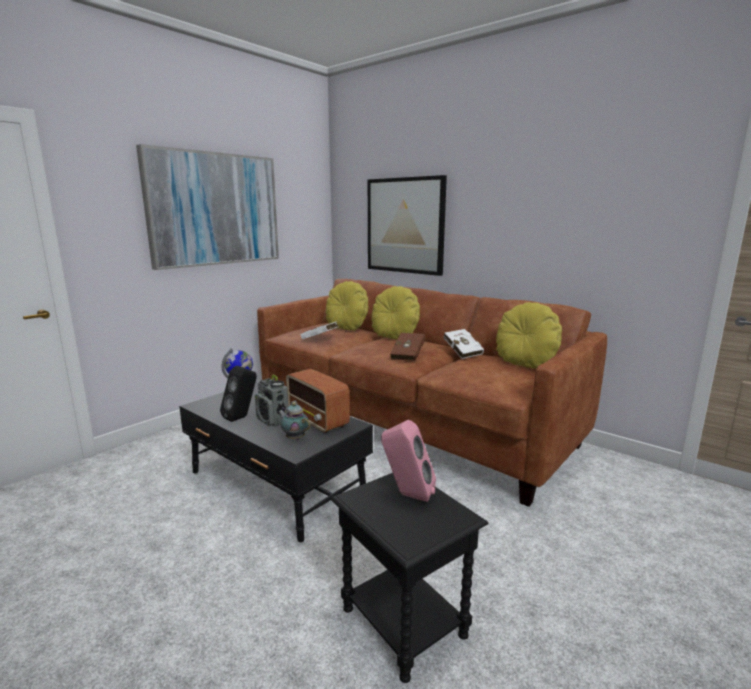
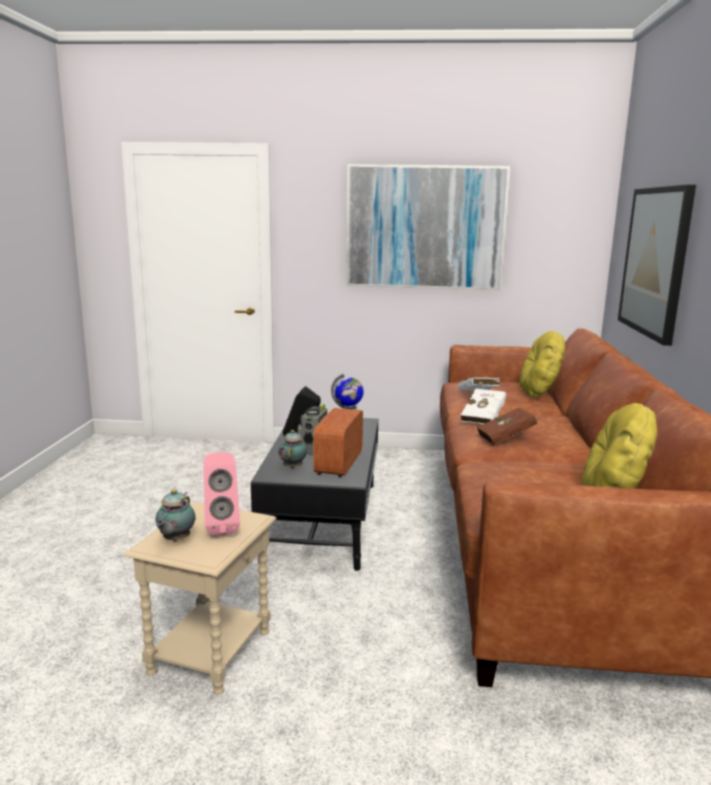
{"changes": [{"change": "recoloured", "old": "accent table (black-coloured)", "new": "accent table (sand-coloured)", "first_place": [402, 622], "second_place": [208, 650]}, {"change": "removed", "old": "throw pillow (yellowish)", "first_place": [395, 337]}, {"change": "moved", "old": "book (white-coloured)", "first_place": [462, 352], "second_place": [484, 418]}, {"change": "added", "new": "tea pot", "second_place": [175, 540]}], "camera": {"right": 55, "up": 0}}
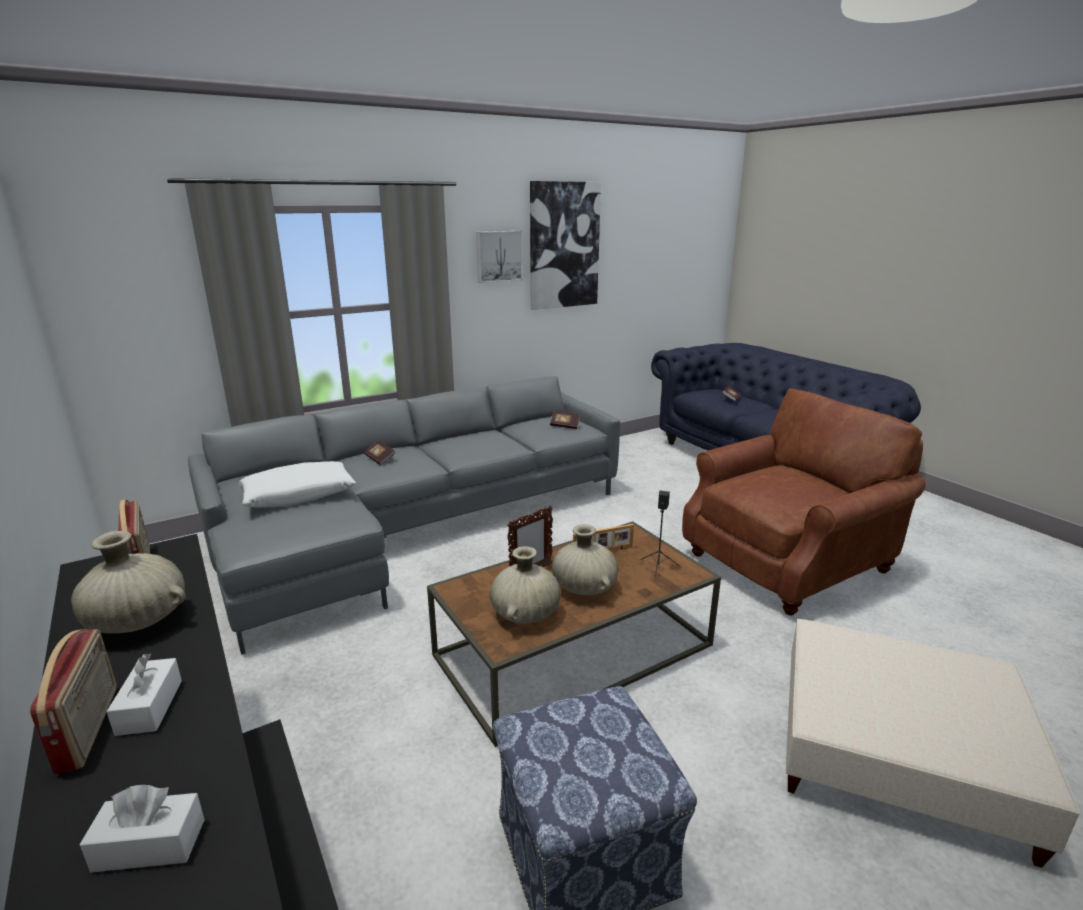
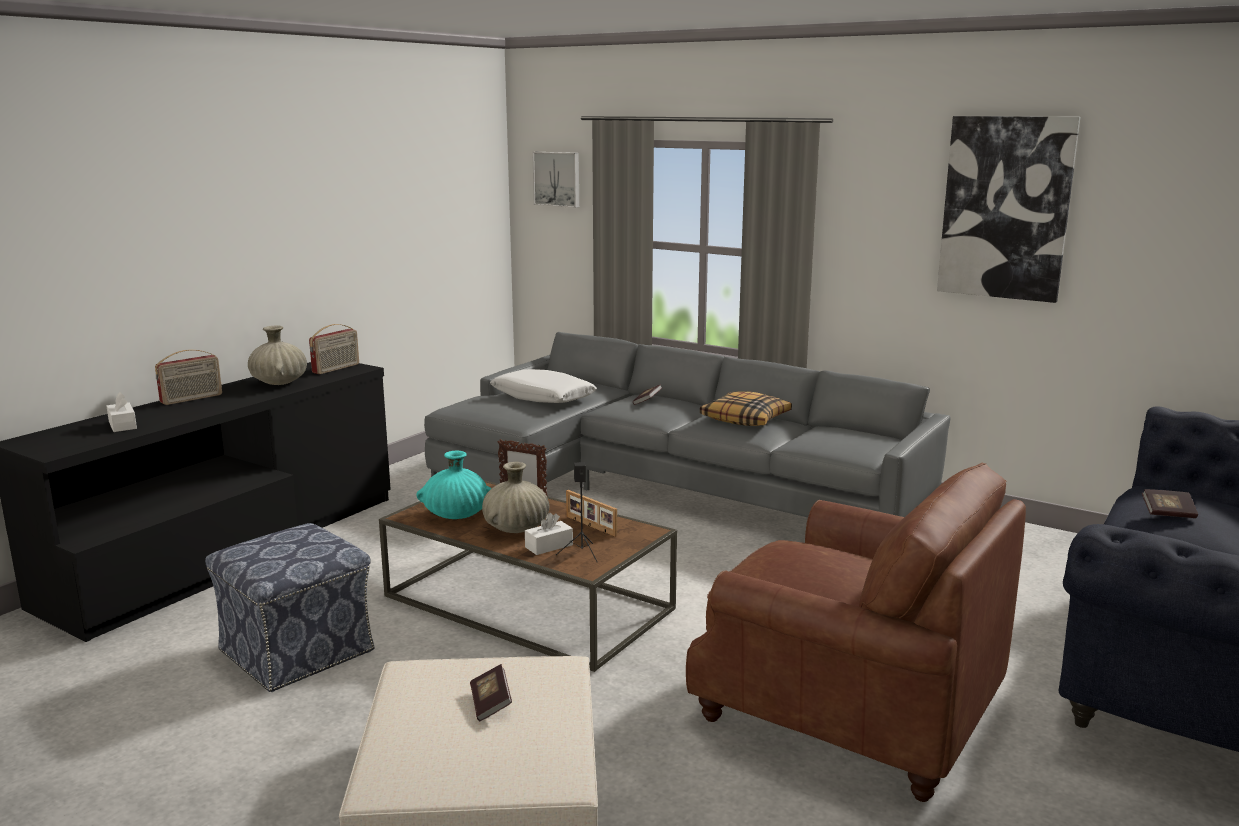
{"changes": [{"change": "moved", "old": "tissue box (white-coloured)", "first_place": [150, 707], "second_place": [549, 546]}, {"change": "moved", "old": "wall picture", "first_place": [498, 256], "second_place": [557, 179]}, {"change": "recoloured", "old": "decorative vase (sand-coloured)", "new": "decorative vase (blue-green)", "first_place": [525, 614], "second_place": [456, 515]}, {"change": "moved", "old": "book", "first_place": [564, 426], "second_place": [490, 703]}, {"change": "added", "new": "throw pillow", "second_place": [746, 419]}], "camera": {"right": 65, "up": -5}}
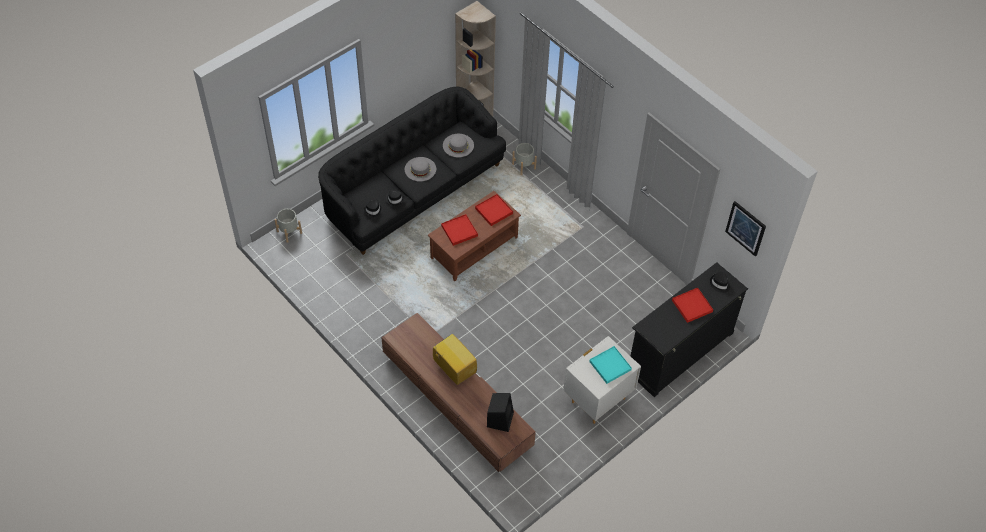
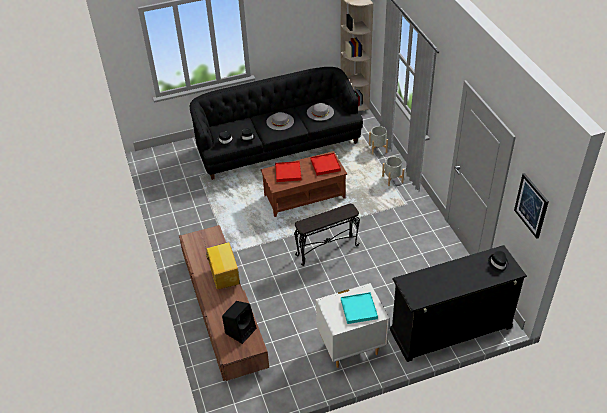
{"changes": [{"change": "moved", "old": "plant pot (greyish)", "first_place": [289, 232], "second_place": [392, 179]}, {"change": "removed", "old": "serving tray (red-coloured)", "first_place": [692, 306]}, {"change": "added", "new": "accent table (black-coloured)", "second_place": [327, 251]}], "camera": {"right": 25, "up": -10}}
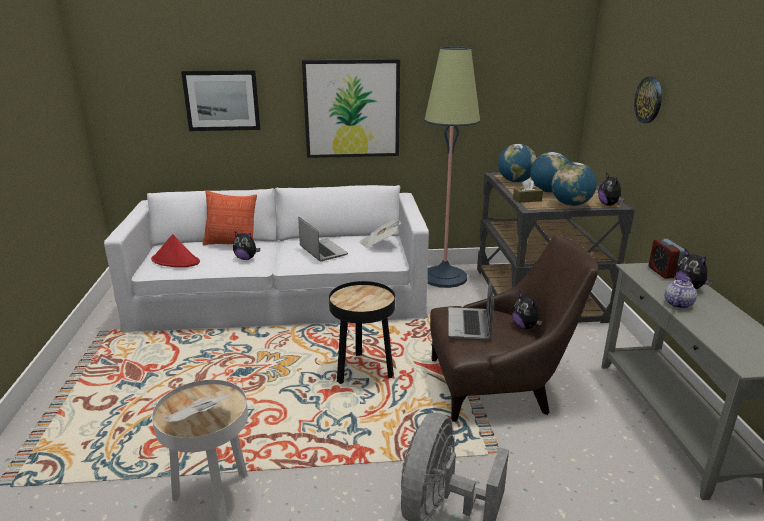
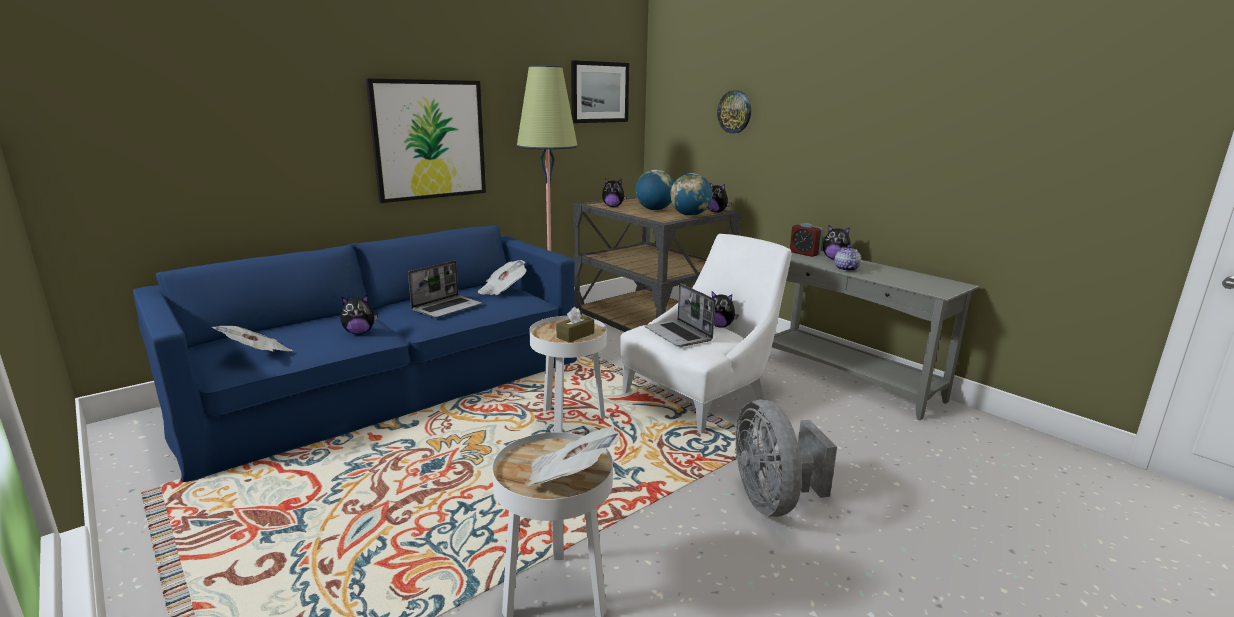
{"changes": [{"change": "recoloured", "old": "couch (white-coloured)", "new": "couch (blue)", "first_place": [281, 298], "second_place": [387, 384]}, {"change": "replaced", "old": "hat (red-coloured)", "new": "printed paper", "first_place": [176, 261], "second_place": [257, 355]}, {"change": "moved", "old": "wall picture", "first_place": [222, 100], "second_place": [599, 92]}, {"change": "removed", "old": "throw pillow (orange)", "first_place": [232, 244]}, {"change": "turned", "old": "notebook computer", "first_place": [322, 251], "second_place": [447, 307], "degrees": 105}, {"change": "recoloured", "old": "accent table (black-coloured)", "new": "accent table (white-coloured)", "first_place": [363, 371], "second_place": [569, 422]}, {"change": "recoloured", "old": "lounge chair (brown)", "new": "lounge chair (white-coloured)", "first_place": [499, 385], "second_place": [703, 393]}, {"change": "replaced", "old": "globe", "new": "soft toy", "first_place": [515, 181], "second_place": [613, 206]}, {"change": "moved", "old": "tissue box (brown)", "first_place": [527, 200], "second_place": [575, 335]}], "camera": {"right": -35, "up": -5}}
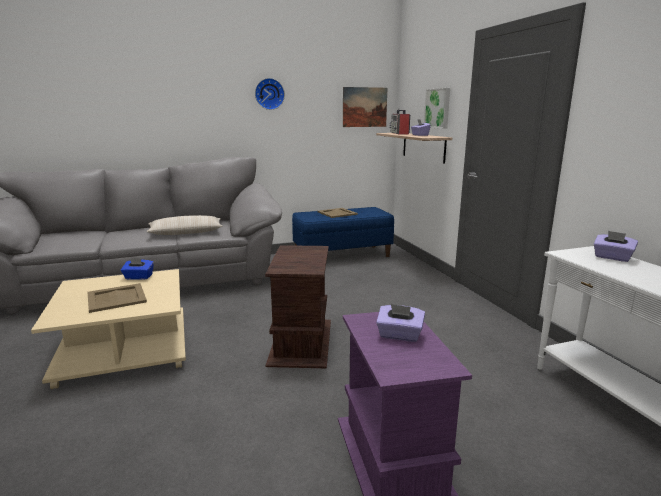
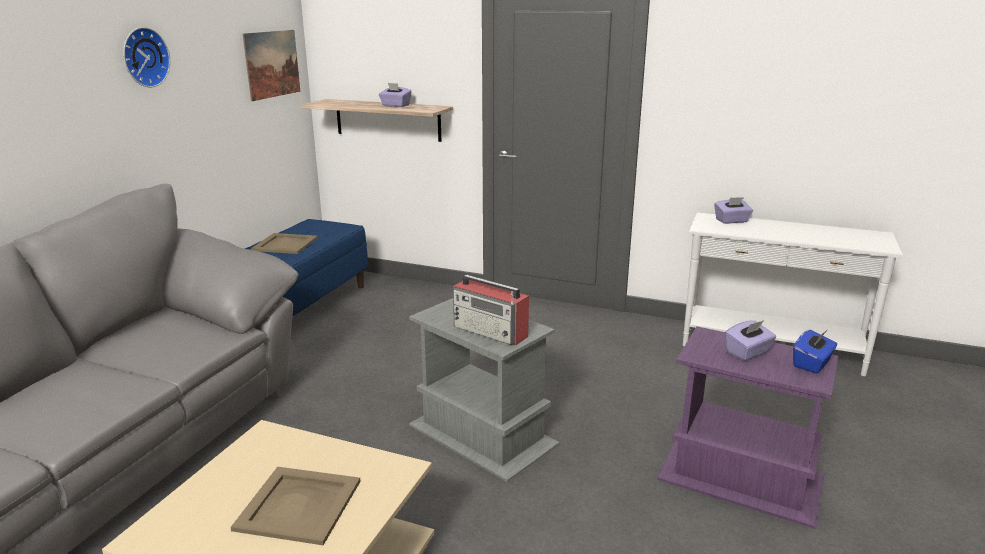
{"changes": [{"change": "moved", "old": "tissue box (blue)", "first_place": [138, 277], "second_place": [812, 364]}, {"change": "removed", "old": "throw pillow (sand-coloured)", "first_place": [186, 233]}, {"change": "recoloured", "old": "accent table (brown)", "new": "accent table (greyish)", "first_place": [301, 342], "second_place": [483, 435]}, {"change": "moved", "old": "radio receiver", "first_place": [399, 133], "second_place": [491, 332]}, {"change": "removed", "old": "wall picture", "first_place": [438, 108]}], "camera": {"right": -50, "up": 5}}
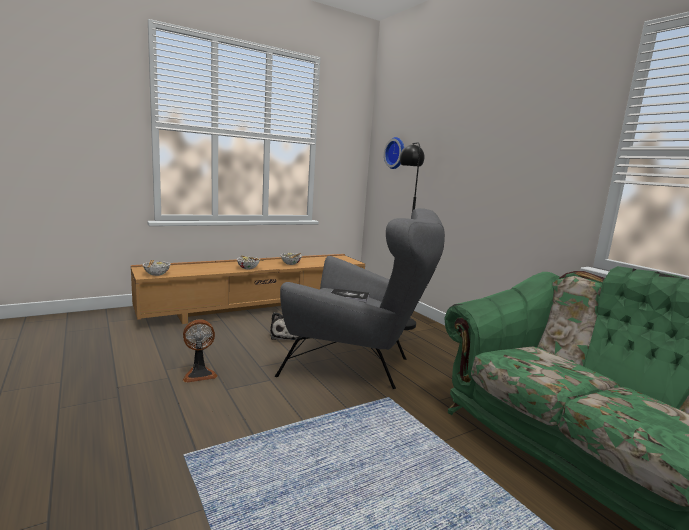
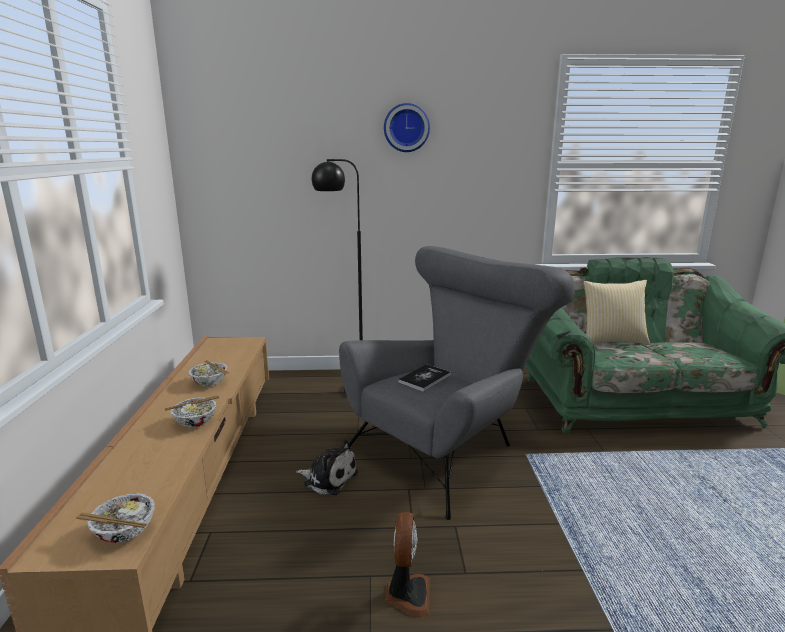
{"changes": [{"change": "moved", "old": "clock on the wall", "first_place": [396, 153], "second_place": [406, 128]}, {"change": "added", "new": "throw pillow", "second_place": [611, 341]}], "camera": {"right": -60, "up": 5}}
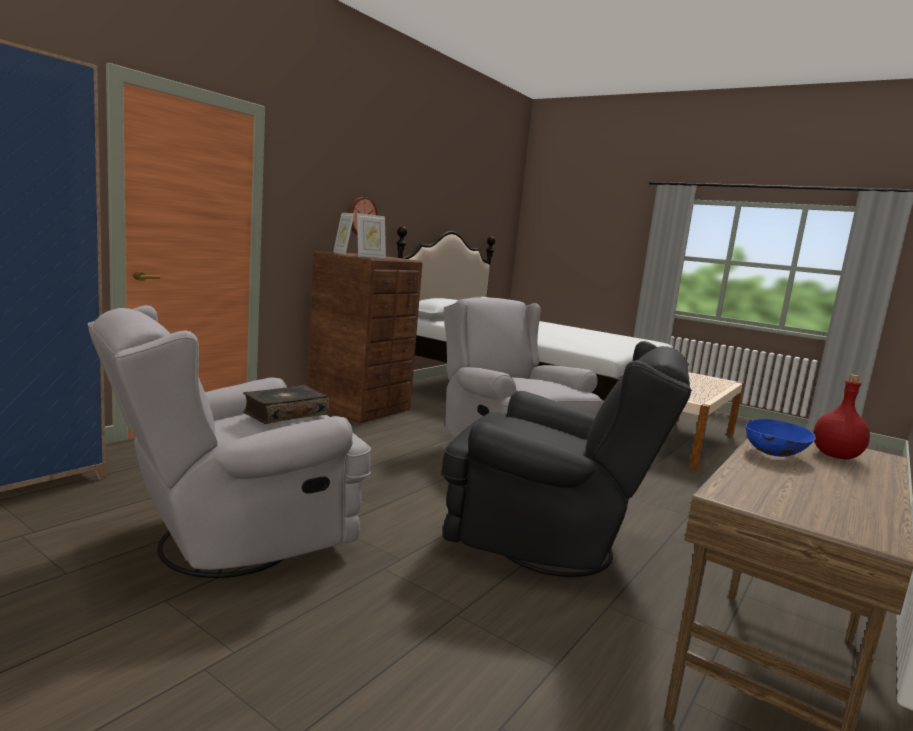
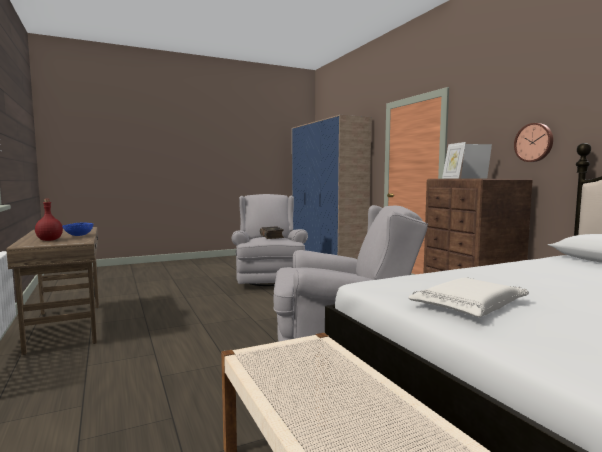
{"changes": [{"change": "removed", "old": "lounge chair (black-coloured)", "first_place": [548, 544]}, {"change": "added", "new": "throw pillow (white-coloured)", "second_place": [470, 304]}], "camera": {"right": 120, "up": -5}}
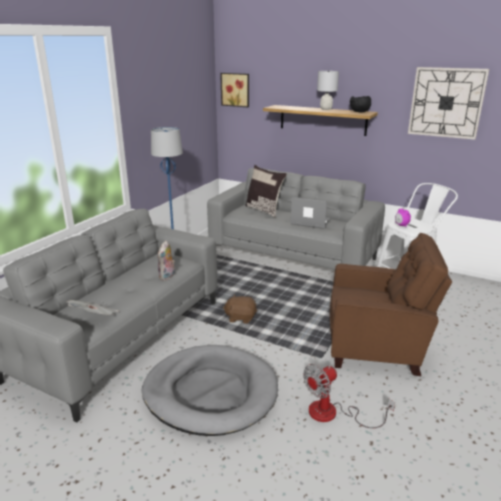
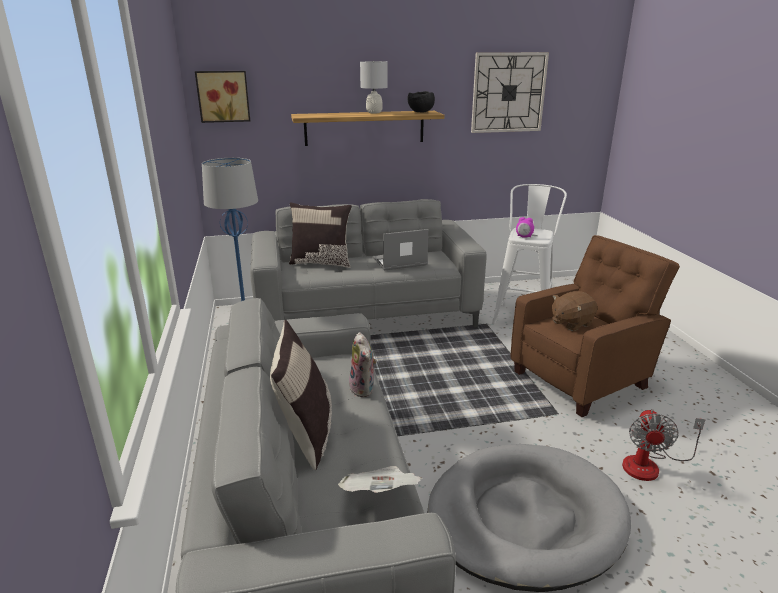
{"changes": [{"change": "moved", "old": "soft toy (brown)", "first_place": [240, 317], "second_place": [571, 323]}, {"change": "added", "new": "throw pillow", "second_place": [305, 433]}], "camera": {"right": -40, "up": 0}}
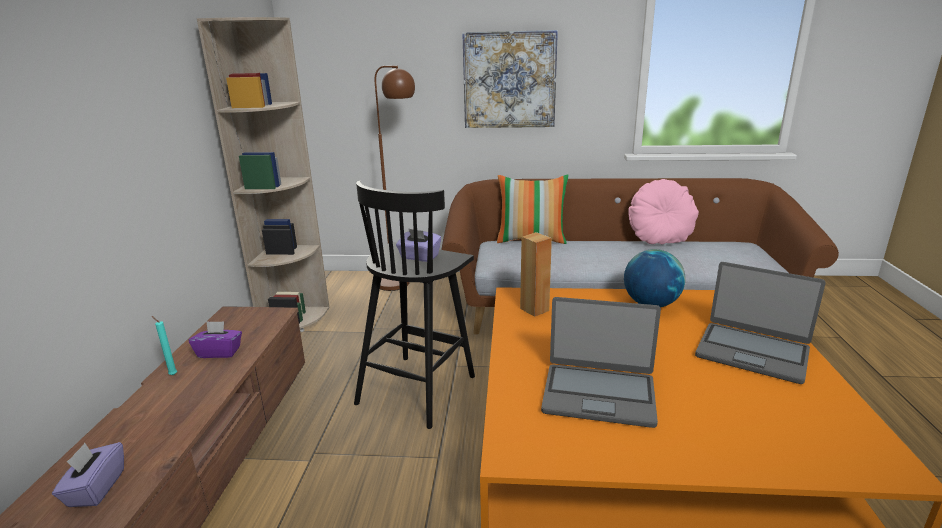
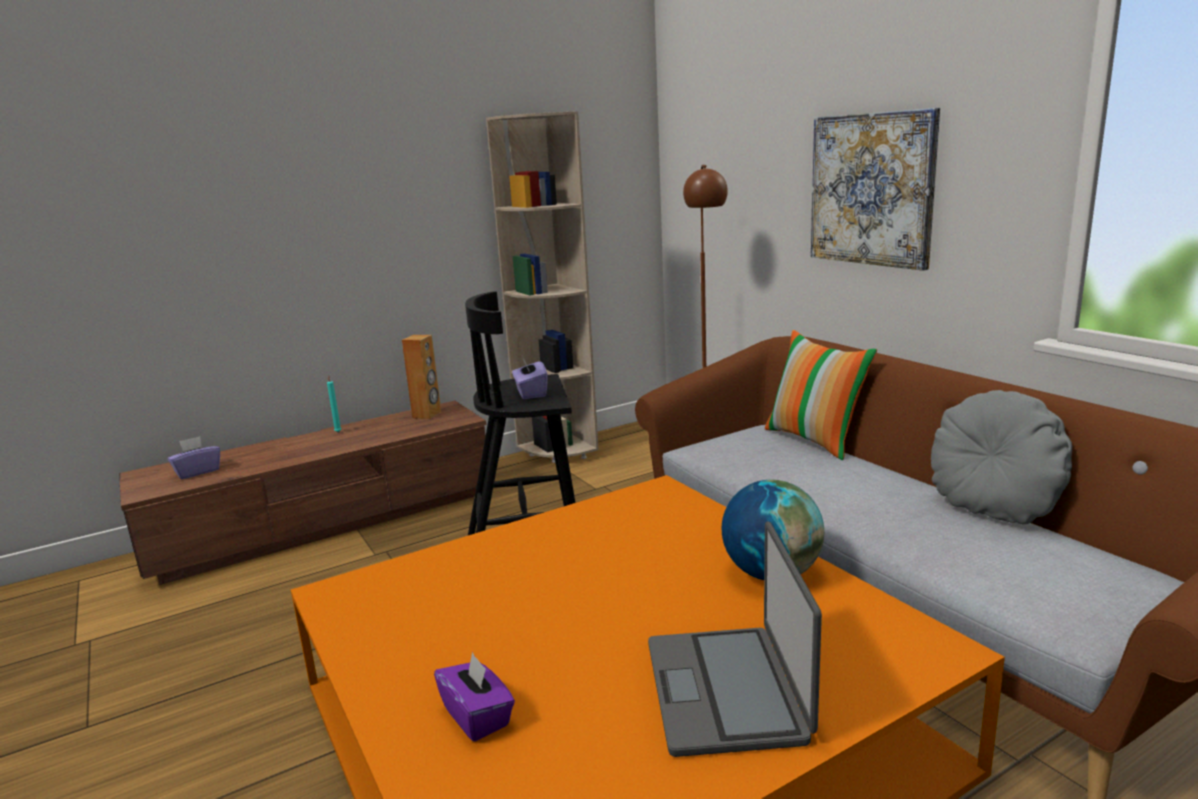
{"changes": [{"change": "moved", "old": "tissue box (purple)", "first_place": [219, 352], "second_place": [477, 716]}, {"change": "moved", "old": "speaker (brown)", "first_place": [534, 309], "second_place": [427, 415]}, {"change": "removed", "old": "notebook computer", "first_place": [598, 394]}, {"change": "recoloured", "old": "throw pillow (pinkish)", "new": "throw pillow (greyish)", "first_place": [659, 241], "second_place": [993, 510]}], "camera": {"right": 55, "up": -5}}
